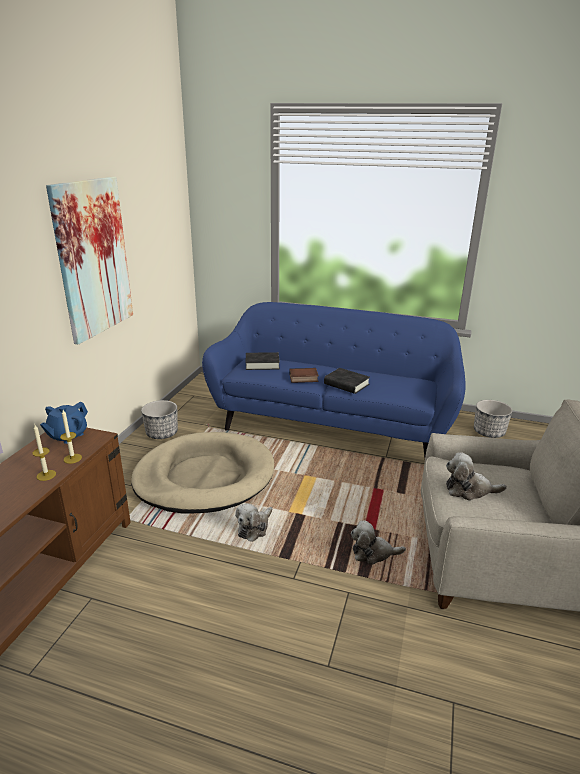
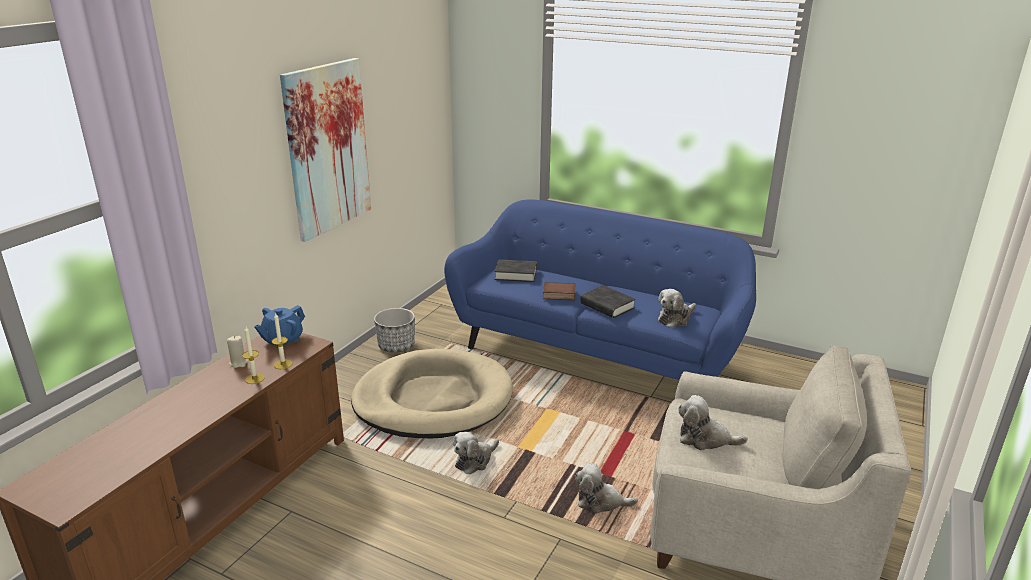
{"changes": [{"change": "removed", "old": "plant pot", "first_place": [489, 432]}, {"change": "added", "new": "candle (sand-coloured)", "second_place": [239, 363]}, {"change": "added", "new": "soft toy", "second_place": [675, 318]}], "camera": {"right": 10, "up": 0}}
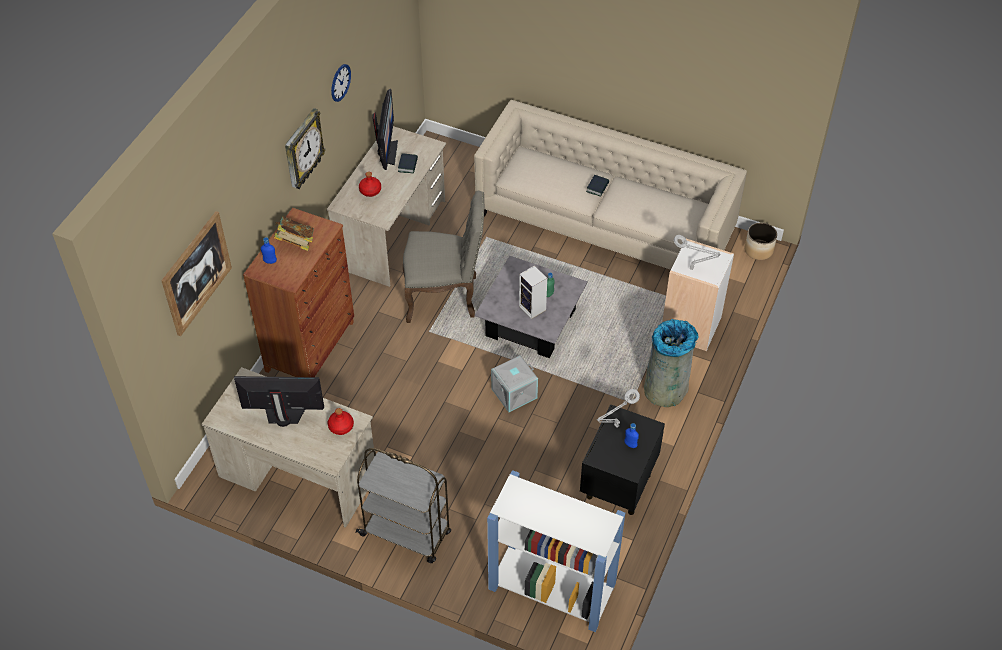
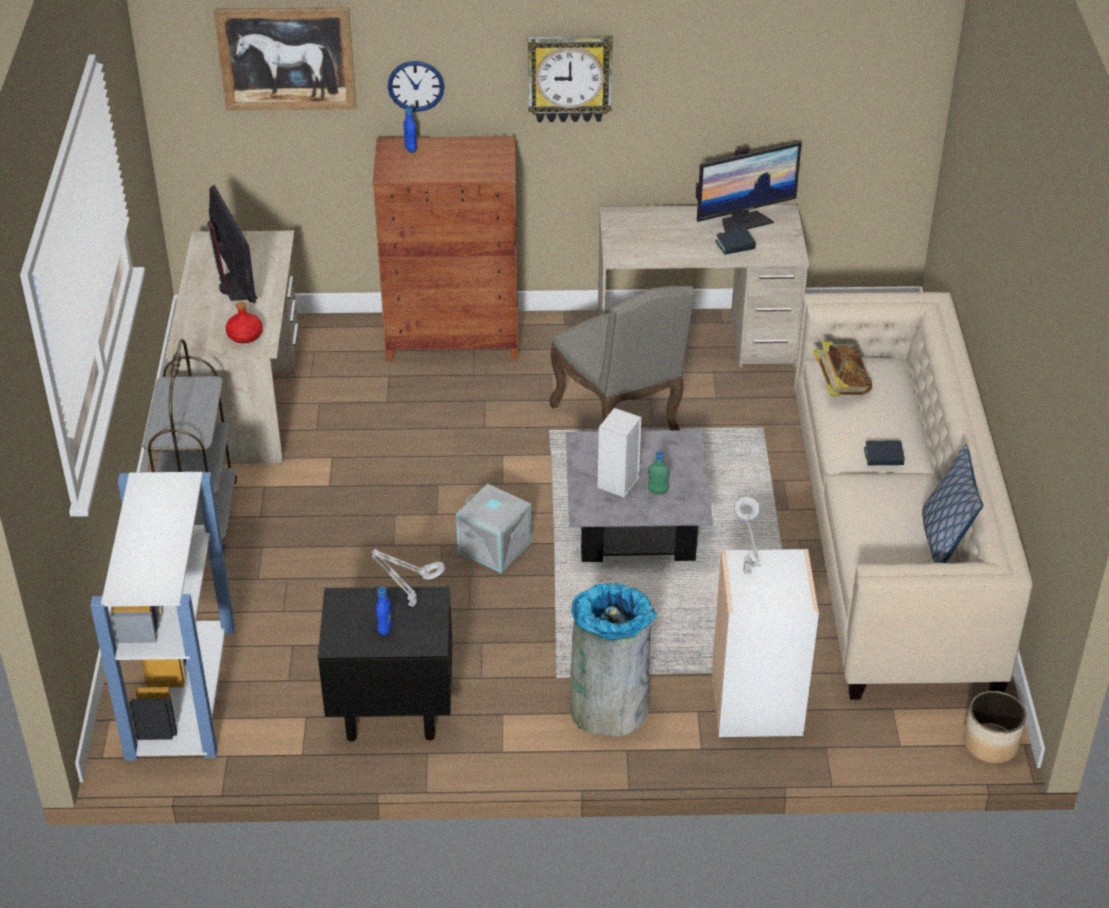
{"changes": [{"change": "moved", "old": "book", "first_place": [295, 243], "second_place": [840, 387]}, {"change": "moved", "old": "clock on the wall", "first_place": [340, 82], "second_place": [416, 86]}, {"change": "removed", "old": "beverage bottle (red-coloured)", "first_place": [370, 190]}, {"change": "added", "new": "throw pillow", "second_place": [944, 539]}], "camera": {"right": 65, "up": -10}}
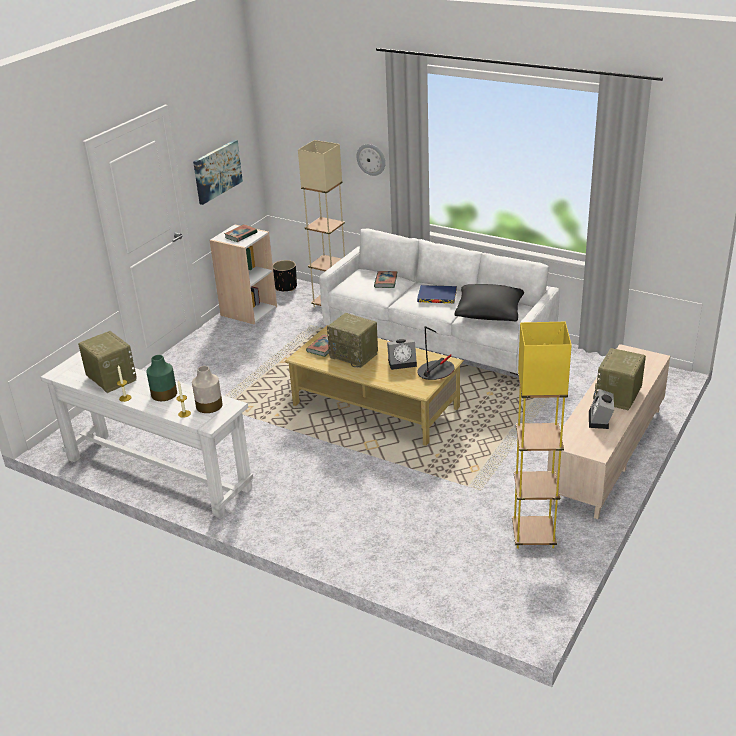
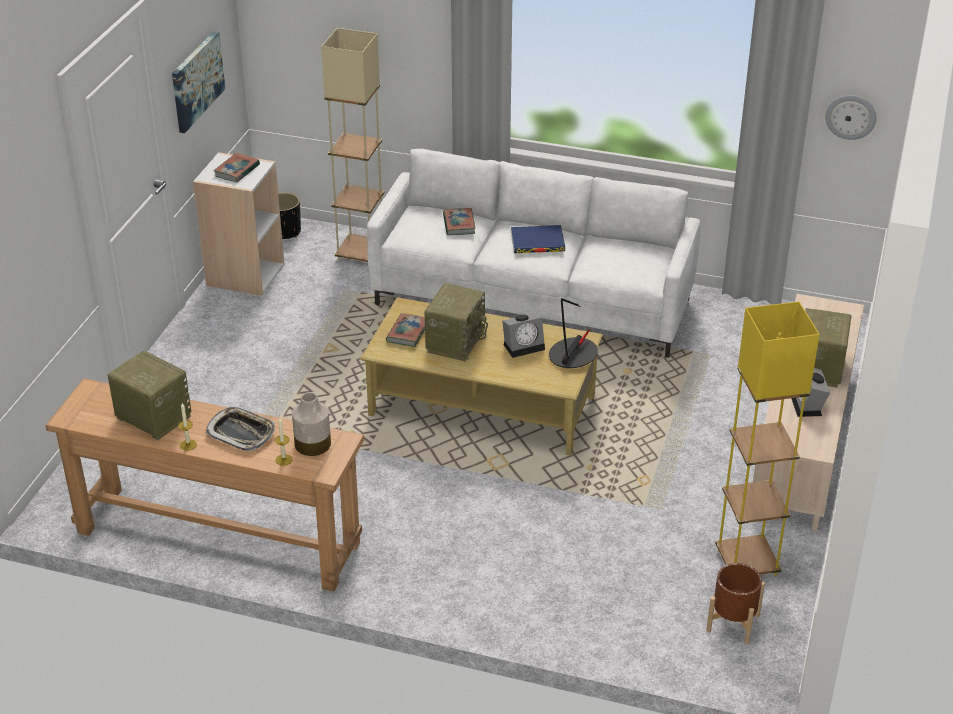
{"changes": [{"change": "recoloured", "old": "console table (white-coloured)", "new": "console table (brown)", "first_place": [157, 473], "second_place": [218, 537]}, {"change": "replaced", "old": "decorative vase (greenish)", "new": "serving tray", "first_place": [164, 394], "second_place": [241, 433]}, {"change": "turned", "old": "radio receiver", "first_place": [355, 355], "second_place": [455, 341], "degrees": -90}, {"change": "moved", "old": "clock on the wall", "first_place": [371, 159], "second_place": [850, 116]}, {"change": "removed", "old": "throw pillow (black-coloured)", "first_place": [489, 313]}, {"change": "added", "new": "plant pot (brown)", "second_place": [733, 623]}], "camera": {"right": -15, "up": 5}}
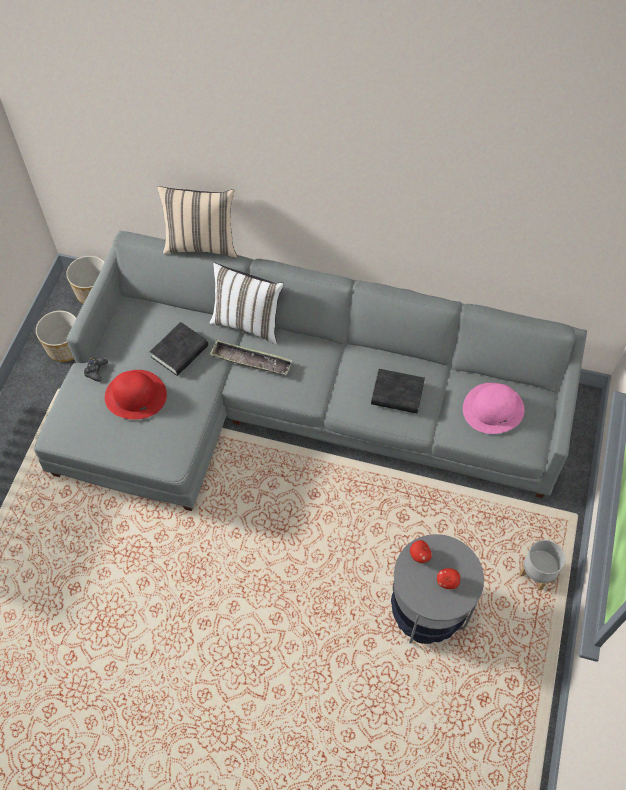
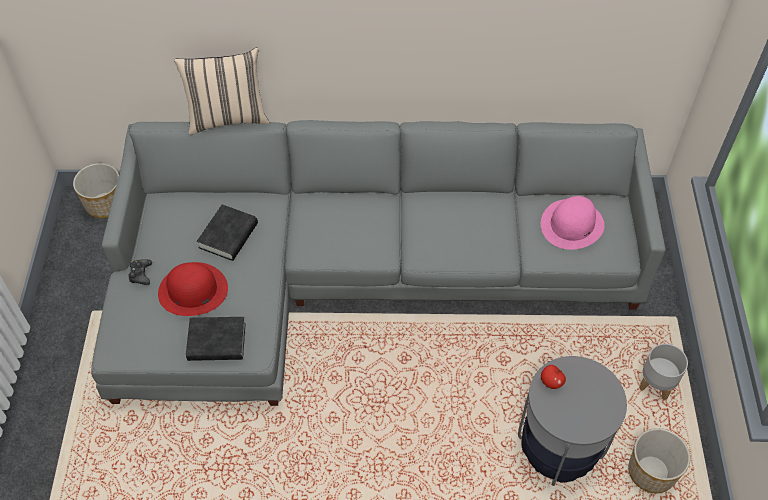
{"changes": [{"change": "moved", "old": "plant pot", "first_place": [66, 347], "second_place": [651, 471]}, {"change": "removed", "old": "throw pillow (white-coloured)", "first_place": [248, 323]}, {"change": "removed", "old": "serving tray", "first_place": [251, 361]}, {"change": "moved", "old": "book (black-coloured)", "first_place": [397, 394], "second_place": [217, 342]}, {"change": "removed", "old": "apple fruit", "first_place": [447, 582]}], "camera": {"right": -15, "up": -5}}
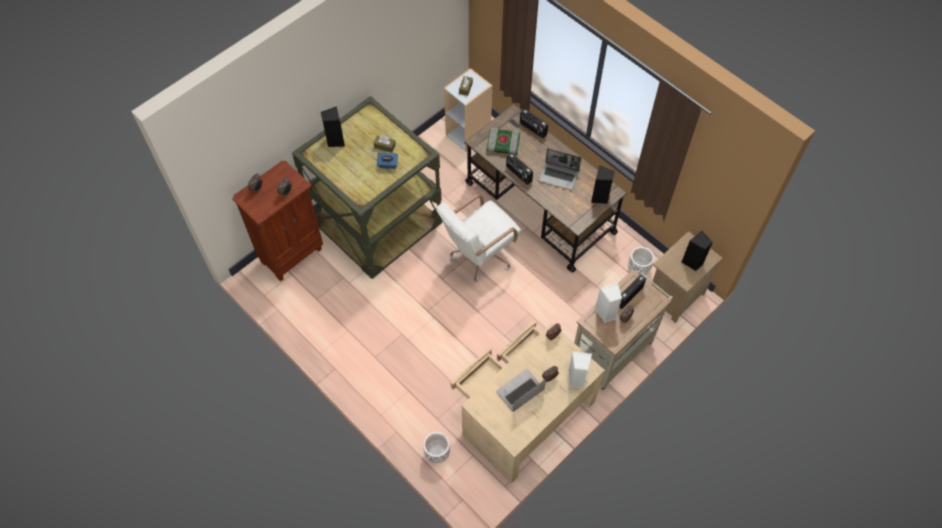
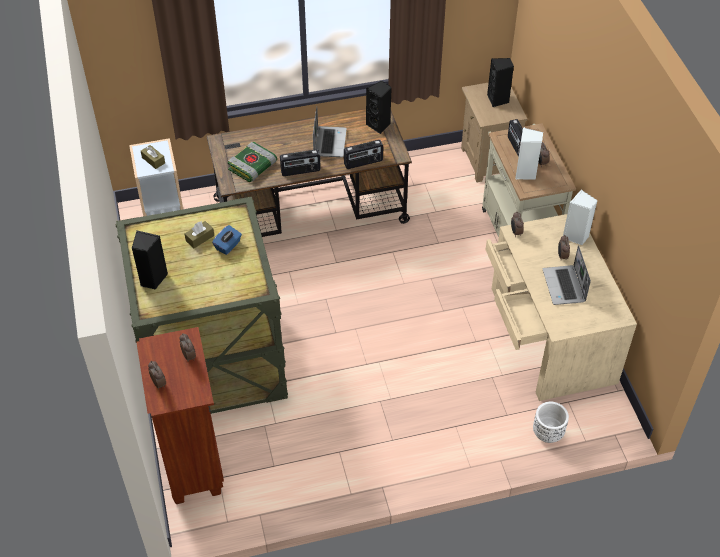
{"changes": [{"change": "removed", "old": "computer chair (white-coloured)", "first_place": [479, 258]}, {"change": "moved", "old": "radio receiver", "first_place": [533, 129], "second_place": [363, 163]}, {"change": "turned", "old": "notebook computer", "first_place": [559, 176], "second_place": [329, 142], "degrees": -45}, {"change": "removed", "old": "plant pot (white-coloured)", "first_place": [638, 269]}], "camera": {"right": -60, "up": -10}}
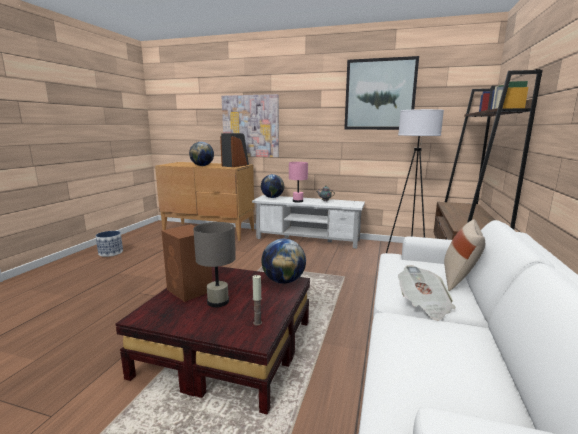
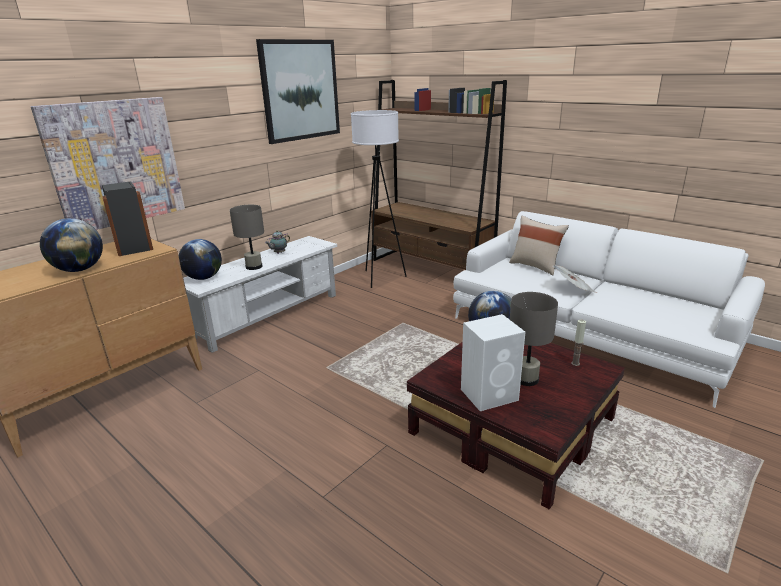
{"changes": [{"change": "removed", "old": "plant pot", "first_place": [110, 253]}, {"change": "recoloured", "old": "speaker (brown)", "new": "speaker (white-coloured)", "first_place": [190, 290], "second_place": [490, 394]}, {"change": "recoloured", "old": "lamp for a table (pinkish)", "new": "lamp for a table (greyish)", "first_place": [297, 201], "second_place": [253, 267]}], "camera": {"right": -65, "up": 10}}
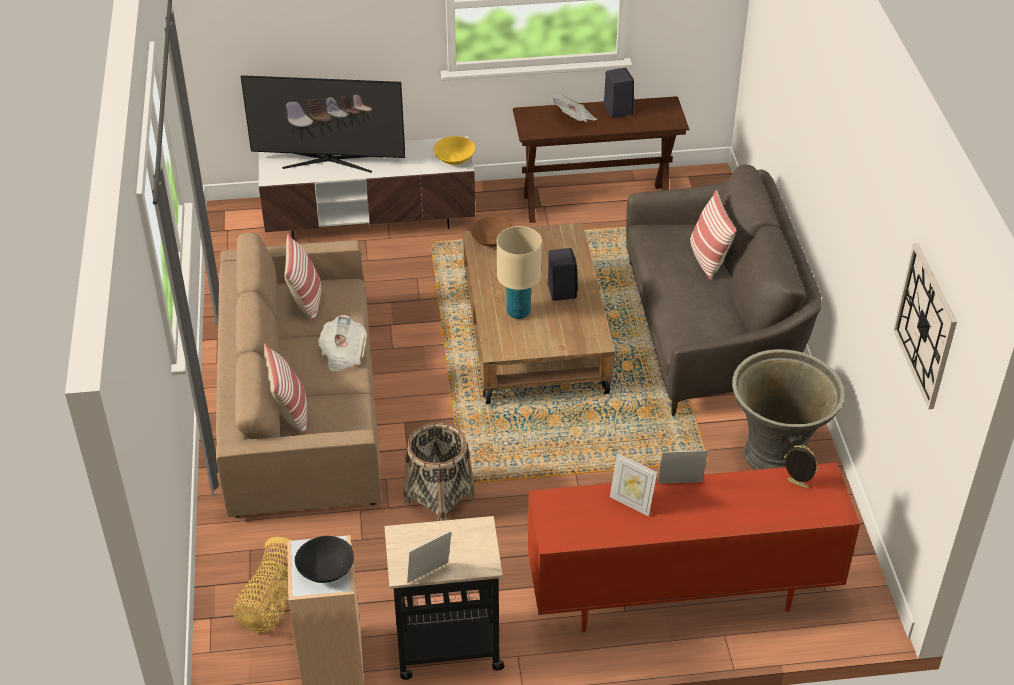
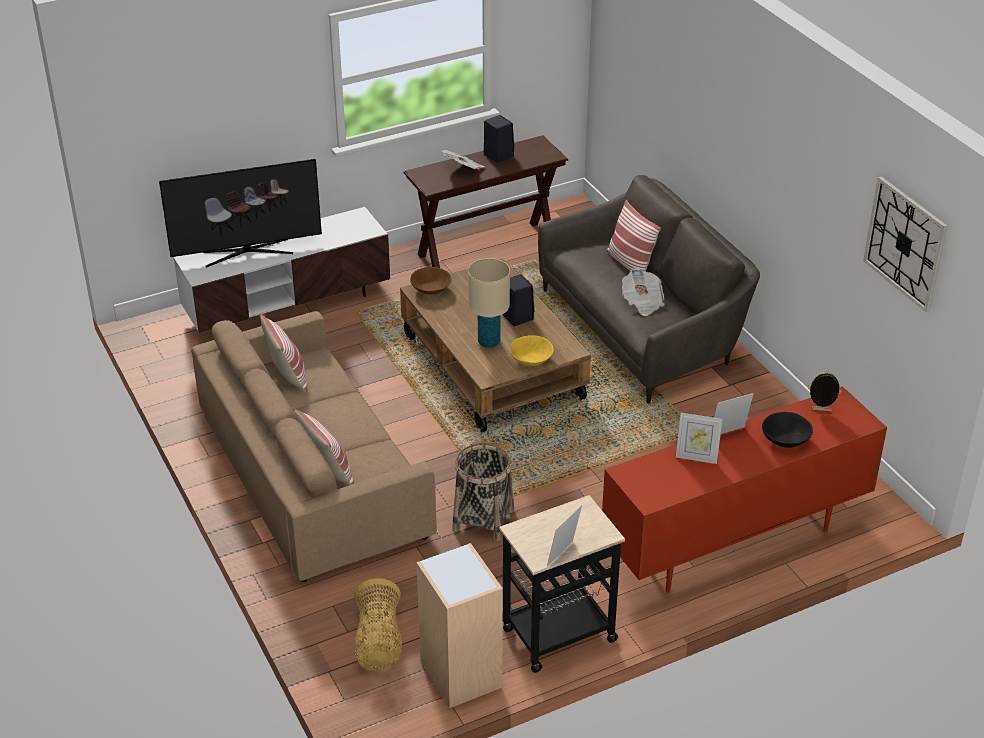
{"changes": [{"change": "moved", "old": "bowl (black-coloured)", "first_place": [326, 569], "second_place": [785, 439]}, {"change": "moved", "old": "printed paper", "first_place": [342, 354], "second_place": [642, 302]}, {"change": "moved", "old": "bowl (yellowish)", "first_place": [454, 159], "second_place": [531, 360]}, {"change": "removed", "old": "plant pot (greyish)", "first_place": [776, 455]}], "camera": {"right": -20, "up": -5}}
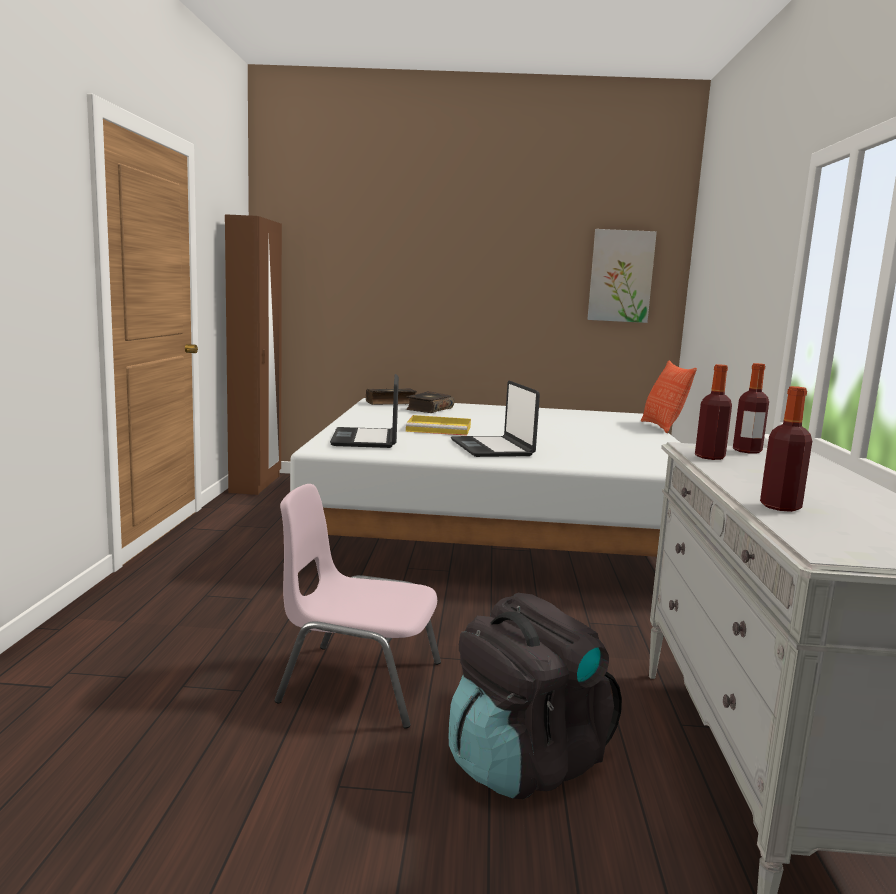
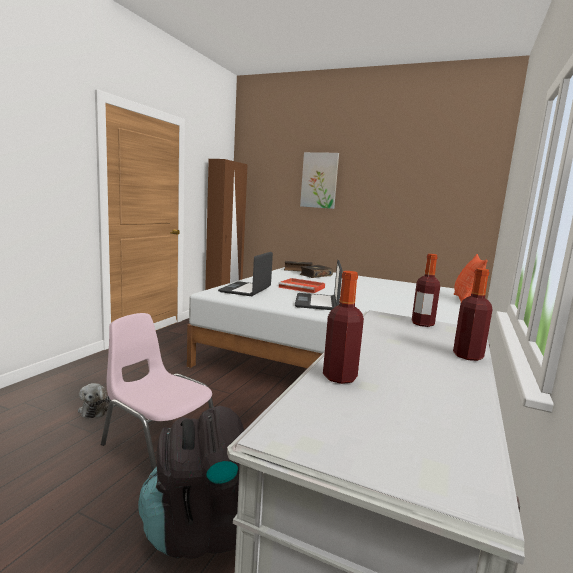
{"changes": [{"change": "recoloured", "old": "serving tray (yellowish)", "new": "serving tray (red-coloured)", "first_place": [440, 429], "second_place": [303, 287]}, {"change": "moved", "old": "wall picture", "first_place": [620, 276], "second_place": [319, 180]}, {"change": "moved", "old": "beverage bottle", "first_place": [709, 457], "second_place": [467, 356]}, {"change": "added", "new": "soft toy", "second_place": [95, 409]}], "camera": {"right": 20, "up": 0}}
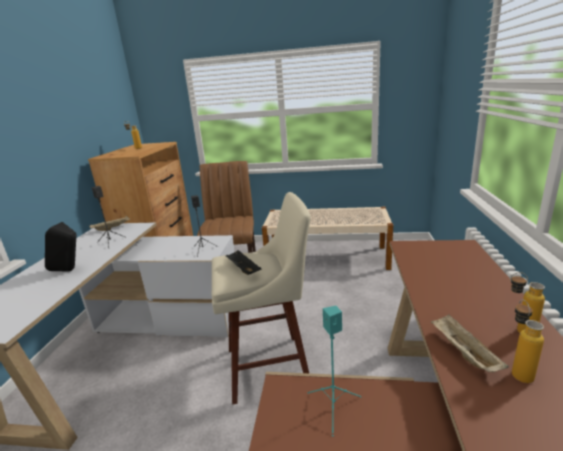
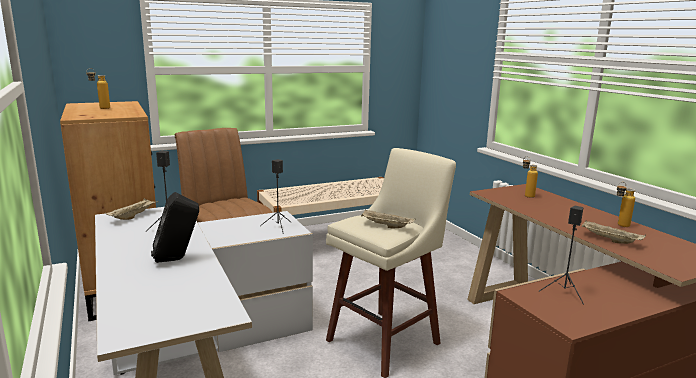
{"changes": [{"change": "recoloured", "old": "serving tray (black-coloured)", "new": "serving tray (sand-coloured)", "first_place": [243, 269], "second_place": [386, 226]}, {"change": "recoloured", "old": "speaker (blue-green)", "new": "speaker (black-coloured)", "first_place": [334, 408], "second_place": [564, 293]}, {"change": "moved", "old": "beverage bottle", "first_place": [517, 370], "second_place": [526, 195]}], "camera": {"right": -35, "up": -5}}
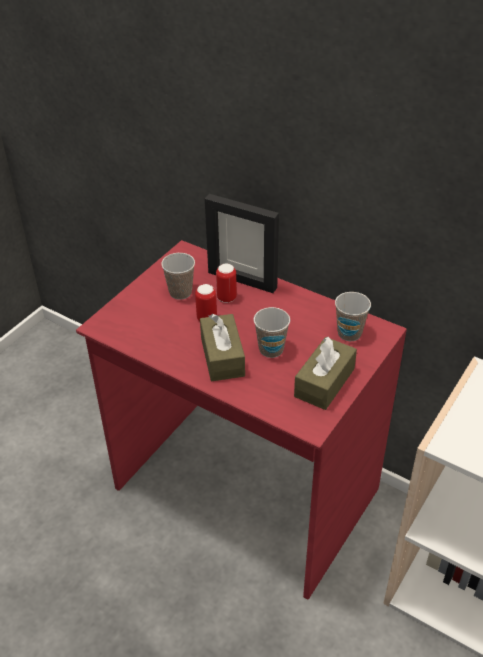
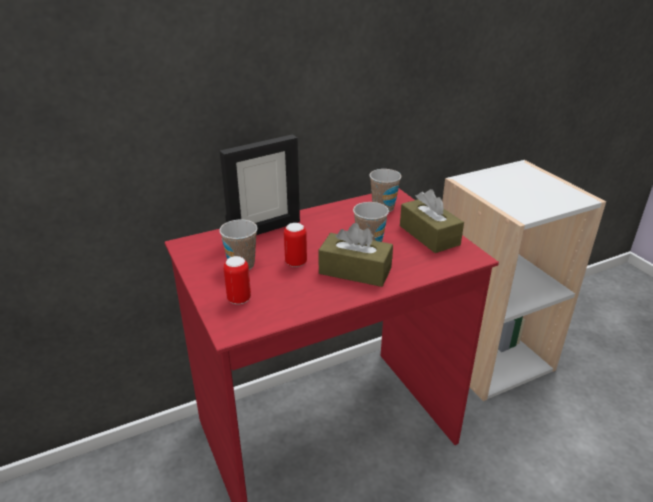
{"changes": [{"change": "moved", "old": "metal can", "first_place": [226, 298], "second_place": [239, 299]}], "camera": {"right": -60, "up": -10}}
